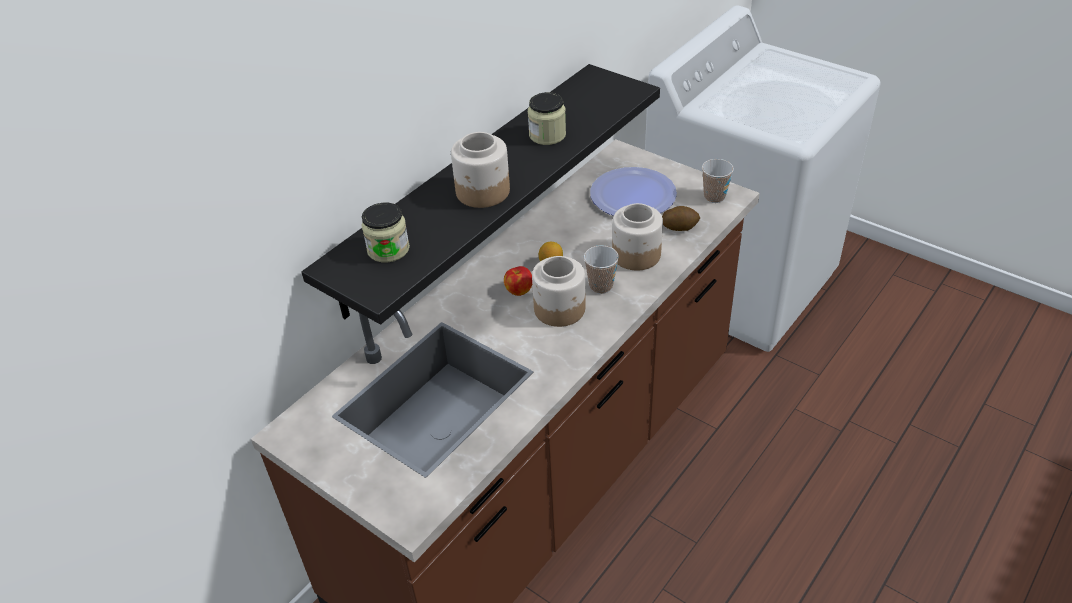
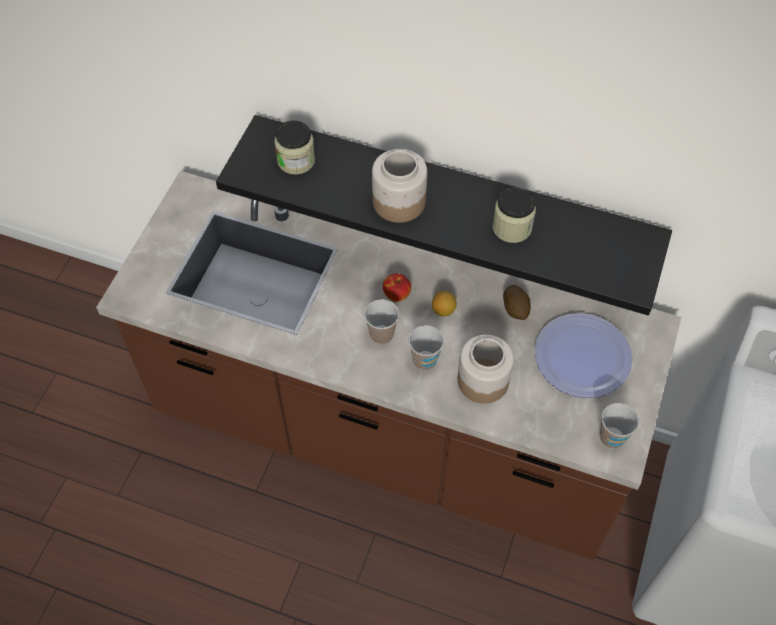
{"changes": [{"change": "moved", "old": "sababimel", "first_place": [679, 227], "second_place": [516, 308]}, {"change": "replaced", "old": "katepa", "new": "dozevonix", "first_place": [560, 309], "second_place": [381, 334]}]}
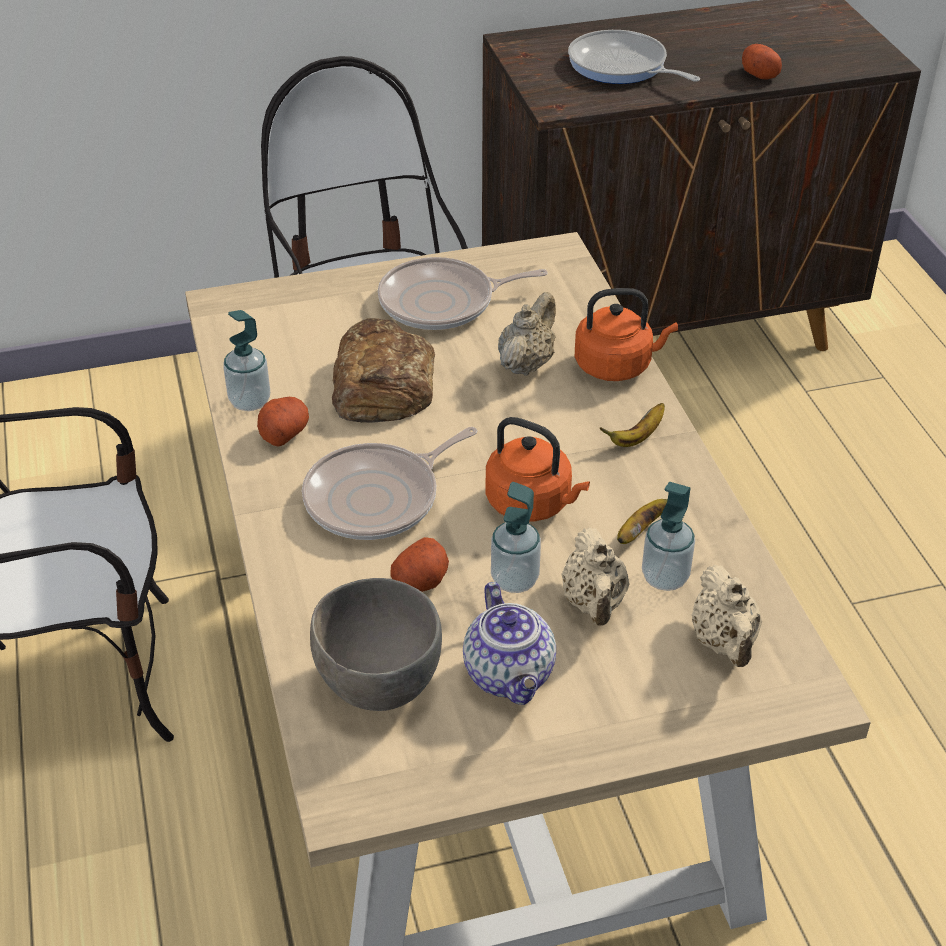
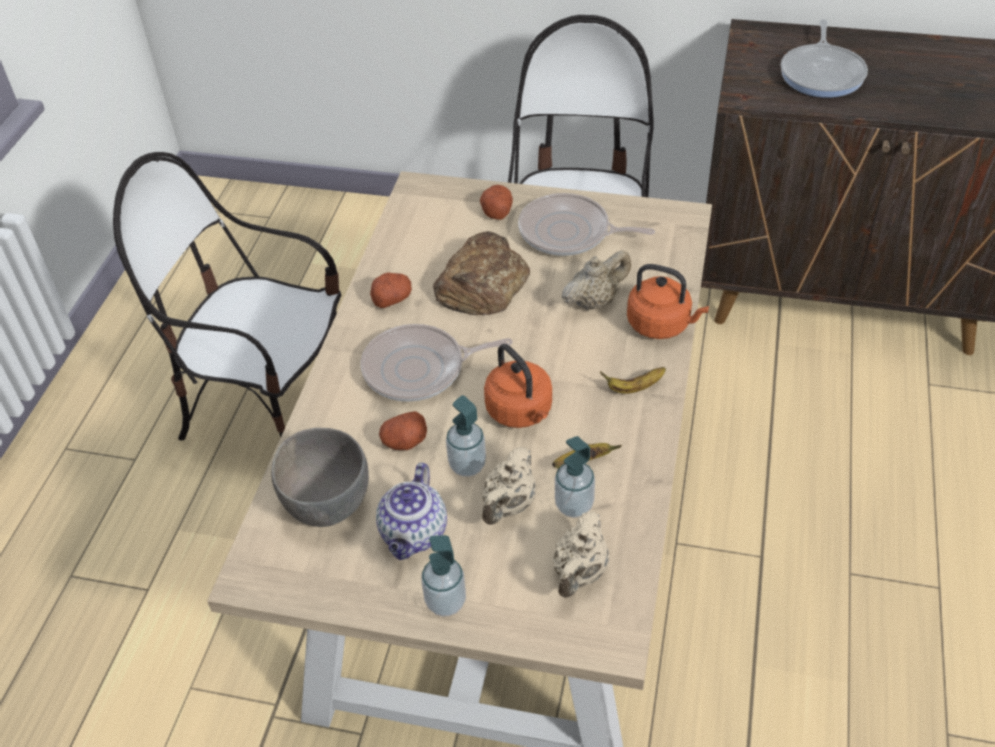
{"changes": [{"change": "moved", "old": "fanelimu", "first_place": [250, 401], "second_place": [446, 602]}, {"change": "moved", "old": "sababimel", "first_place": [758, 73], "second_place": [496, 211]}, {"change": "turned", "old": "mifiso", "first_place": [621, 67], "second_place": [822, 73], "degrees": -150}]}
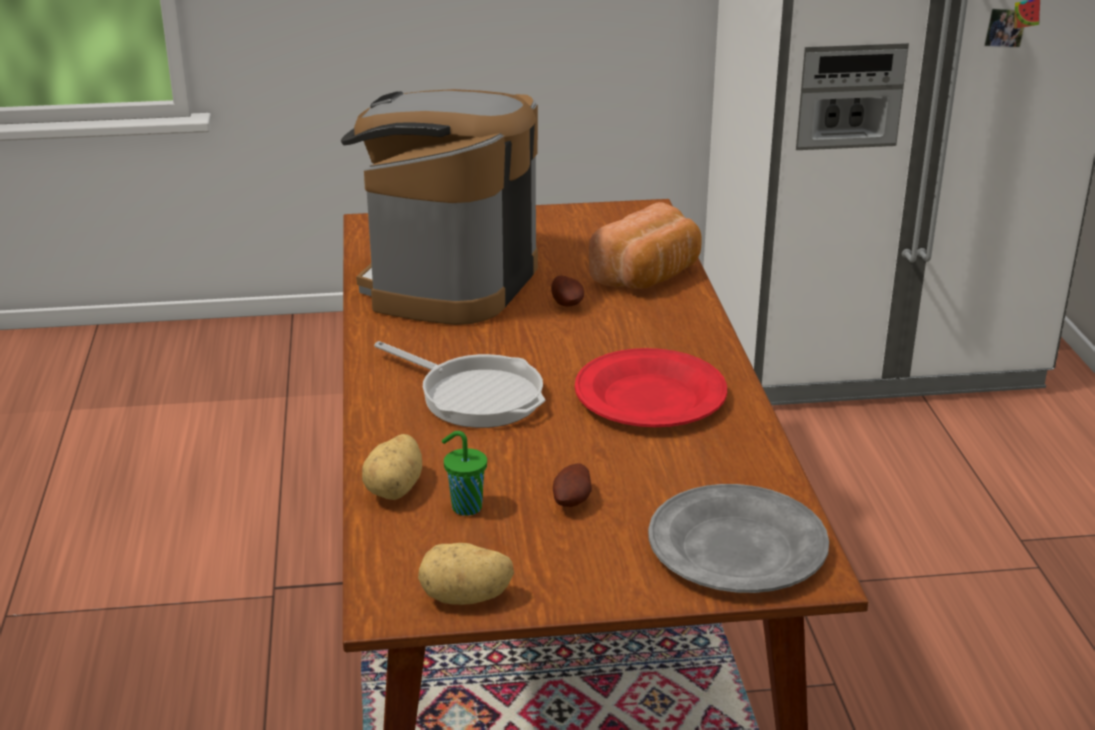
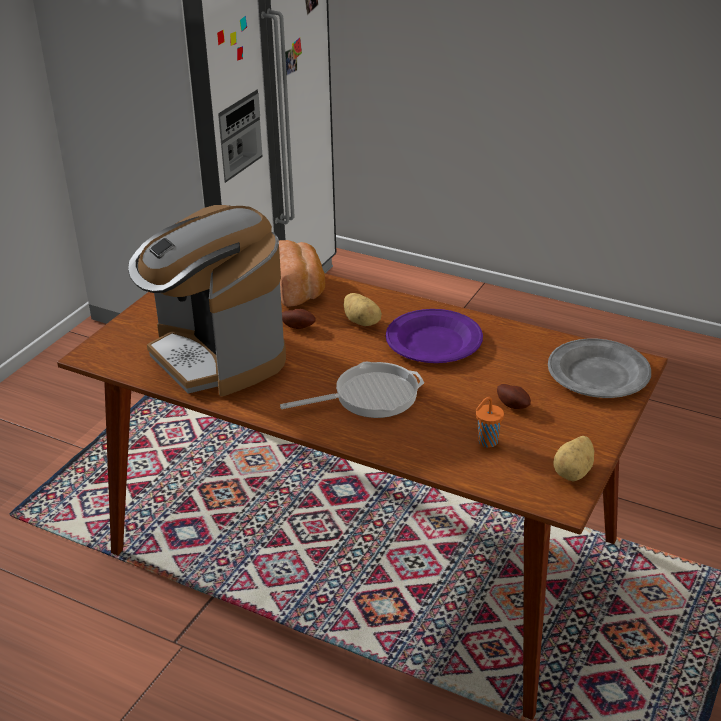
{"changes": [{"change": "moved", "old": "sababimel", "first_place": [396, 489], "second_place": [362, 322]}, {"change": "recoloured", "old": "green dozevonix", "new": "orange dozevonix", "first_place": [465, 507], "second_place": [486, 442]}, {"change": "recoloured", "old": "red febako", "new": "purple febako", "first_place": [650, 396], "second_place": [433, 341]}]}
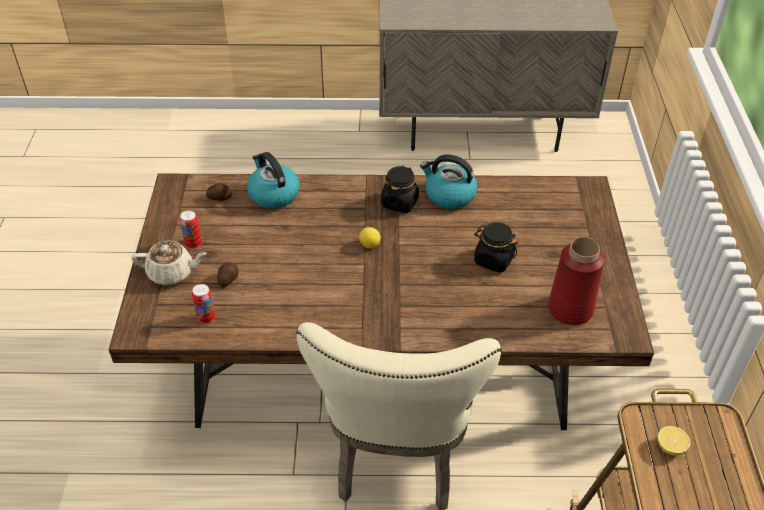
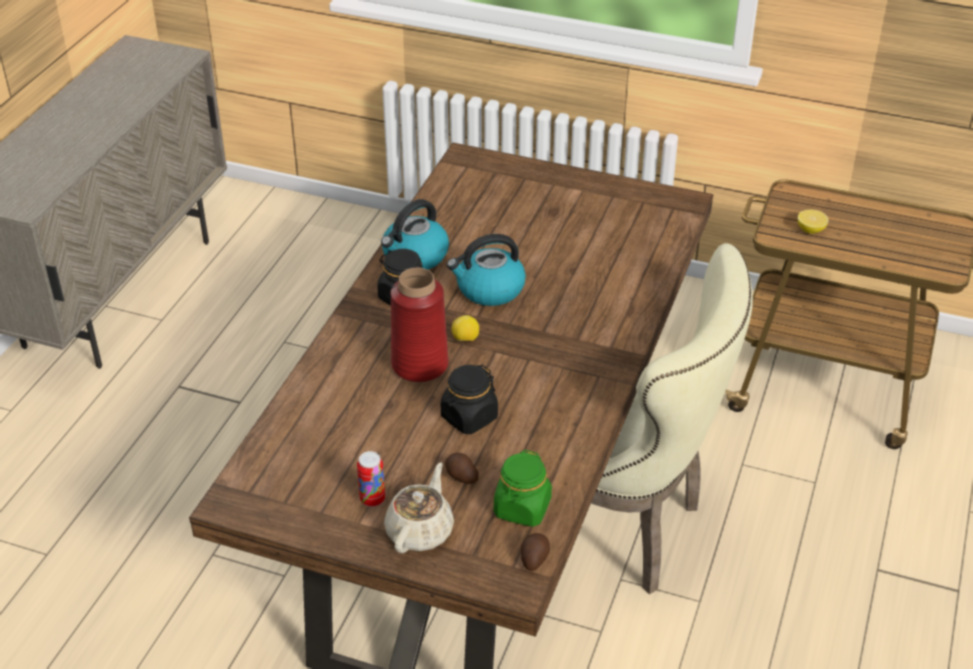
{"changes": [{"change": "moved", "old": "sababimel", "first_place": [219, 197], "second_place": [534, 558]}, {"change": "moved", "old": "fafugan", "first_place": [273, 194], "second_place": [489, 289]}, {"change": "moved", "old": "black katepa", "first_place": [493, 260], "second_place": [469, 417]}, {"change": "moved", "old": "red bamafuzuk", "first_place": [570, 309], "second_place": [420, 365]}, {"change": "replaced", "old": "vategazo", "new": "green katepa", "first_place": [206, 318], "second_place": [522, 508]}]}
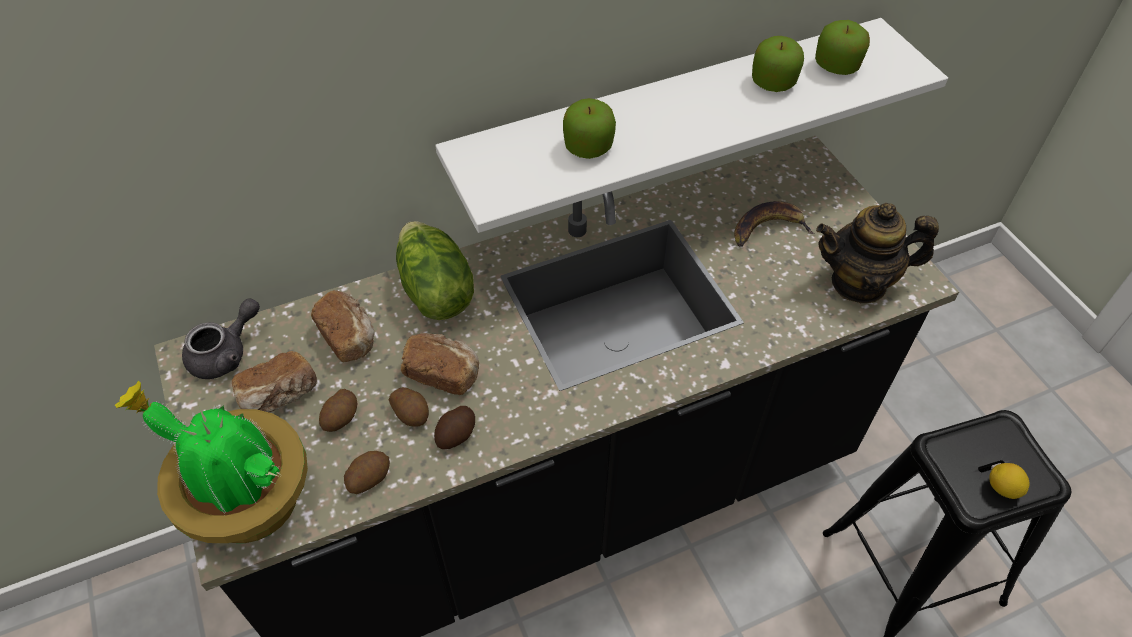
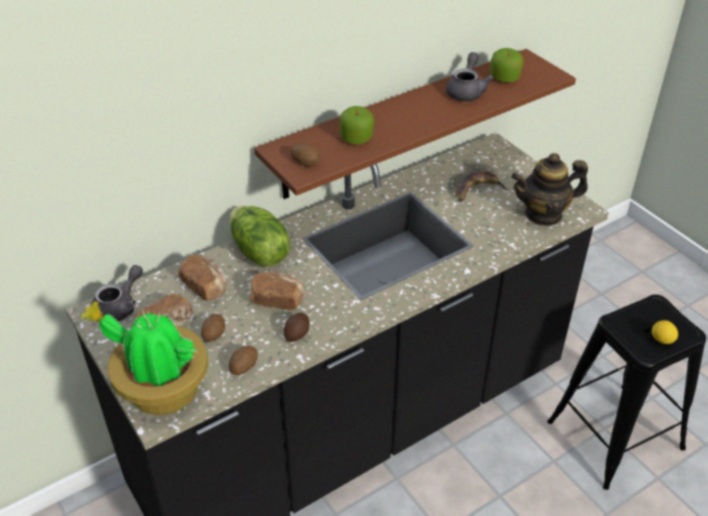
{"changes": [{"change": "moved", "old": "sababimel", "first_place": [412, 413], "second_place": [306, 162]}, {"change": "replaced", "old": "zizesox", "new": "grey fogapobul", "first_place": [773, 82], "second_place": [466, 91]}, {"change": "recoloured", "old": "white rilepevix", "new": "brown rilepevix", "first_place": [668, 117], "second_place": [399, 123]}]}
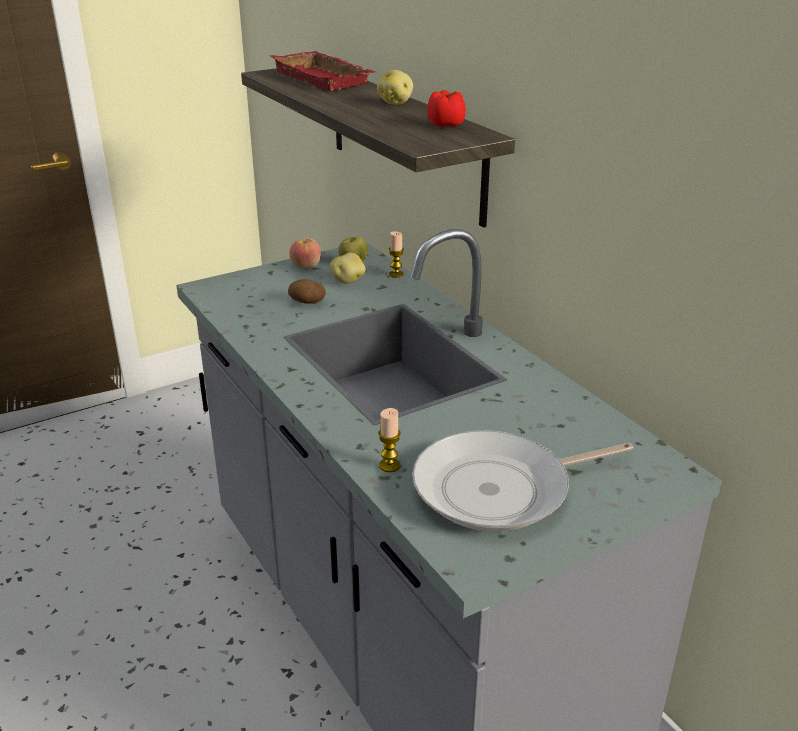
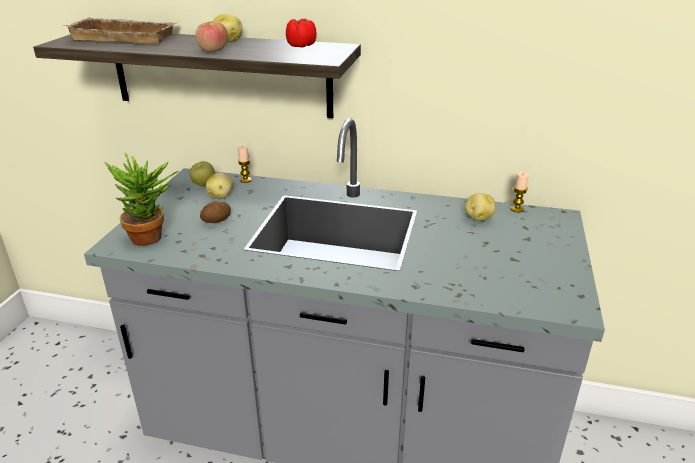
{"changes": [{"change": "removed", "old": "mifiso", "first_place": [500, 489]}, {"change": "added", "new": "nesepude", "second_place": [153, 238]}, {"change": "added", "new": "sababimel", "second_place": [478, 218]}, {"change": "moved", "old": "zizesox", "first_place": [306, 266], "second_place": [212, 50]}, {"change": "moved", "old": "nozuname", "first_place": [389, 465], "second_place": [517, 209]}, {"change": "recoloured", "old": "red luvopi", "new": "beige luvopi", "first_place": [326, 79], "second_place": [127, 37]}]}
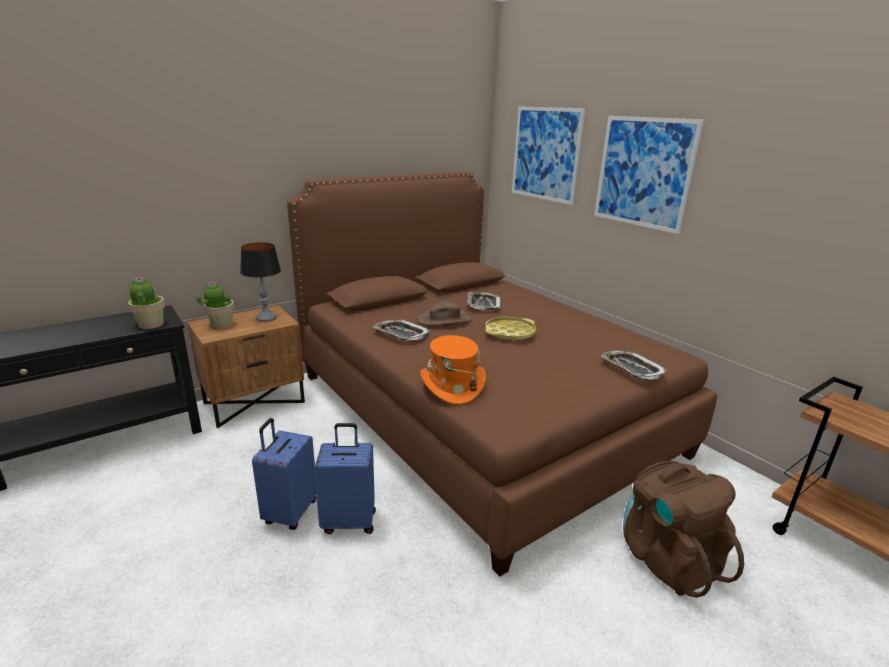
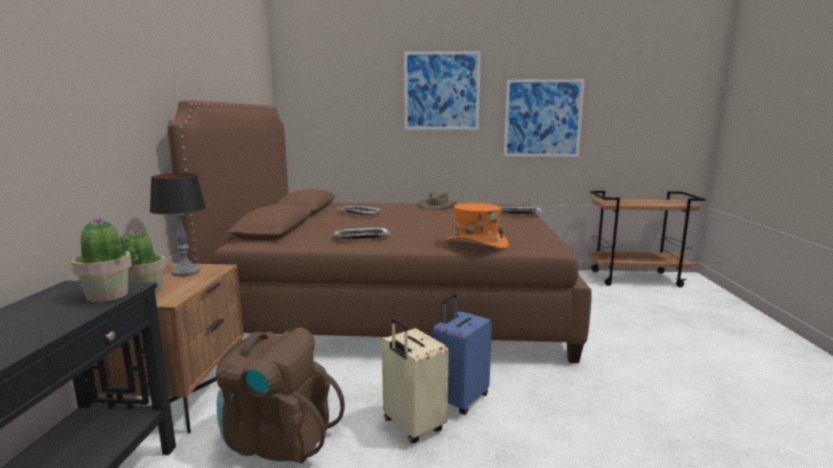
{"changes": [{"change": "removed", "old": "yellow luvopi", "first_place": [509, 333]}, {"change": "moved", "old": "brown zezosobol", "first_place": [445, 319], "second_place": [437, 206]}, {"change": "moved", "old": "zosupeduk", "first_place": [545, 154], "second_place": [543, 118]}, {"change": "moved", "old": "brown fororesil", "first_place": [667, 558], "second_place": [277, 439]}, {"change": "recoloured", "old": "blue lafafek", "new": "beige lafafek", "first_place": [289, 512], "second_place": [412, 426]}]}
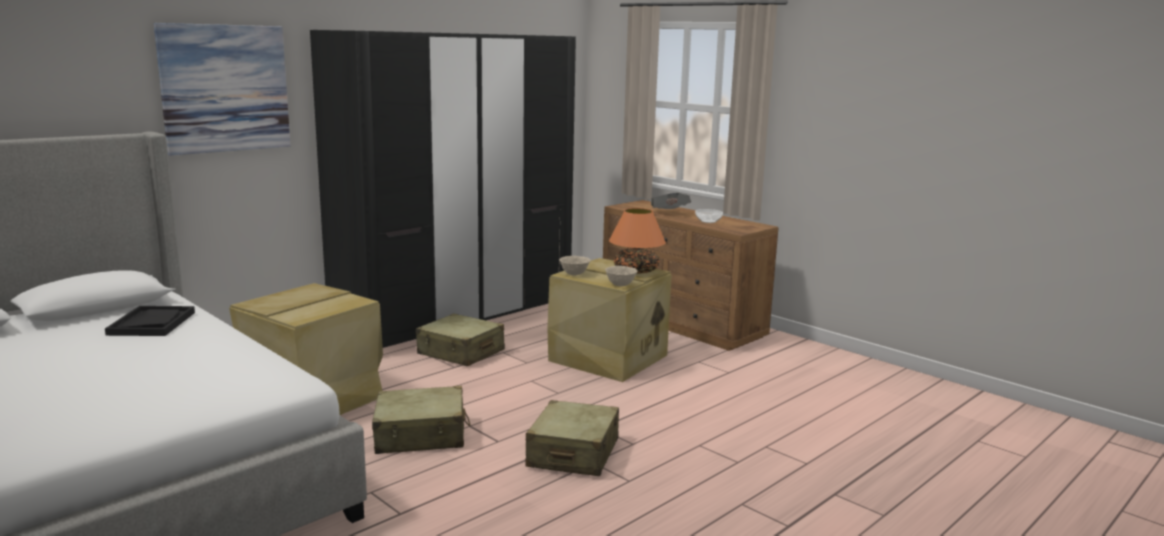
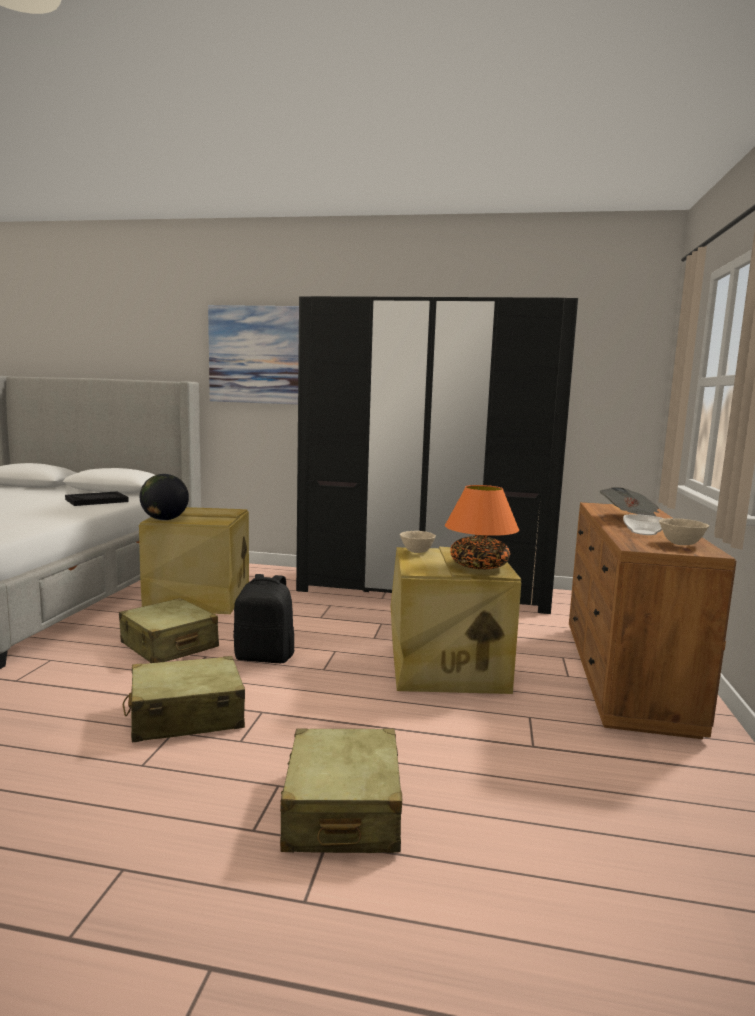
{"changes": [{"change": "added", "new": "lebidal", "second_place": [165, 519]}, {"change": "added", "new": "black fororesil", "second_place": [265, 657]}, {"change": "moved", "old": "beige lafafek", "first_place": [461, 352], "second_place": [342, 810]}, {"change": "moved", "old": "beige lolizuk", "first_place": [620, 285], "second_place": [681, 544]}]}
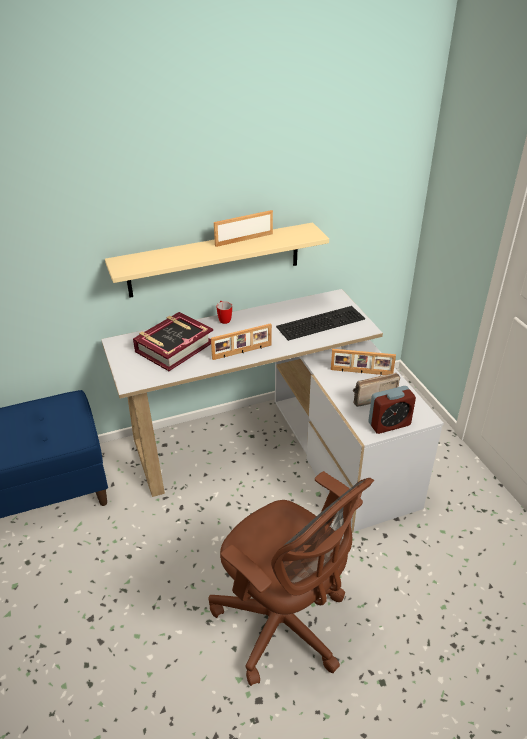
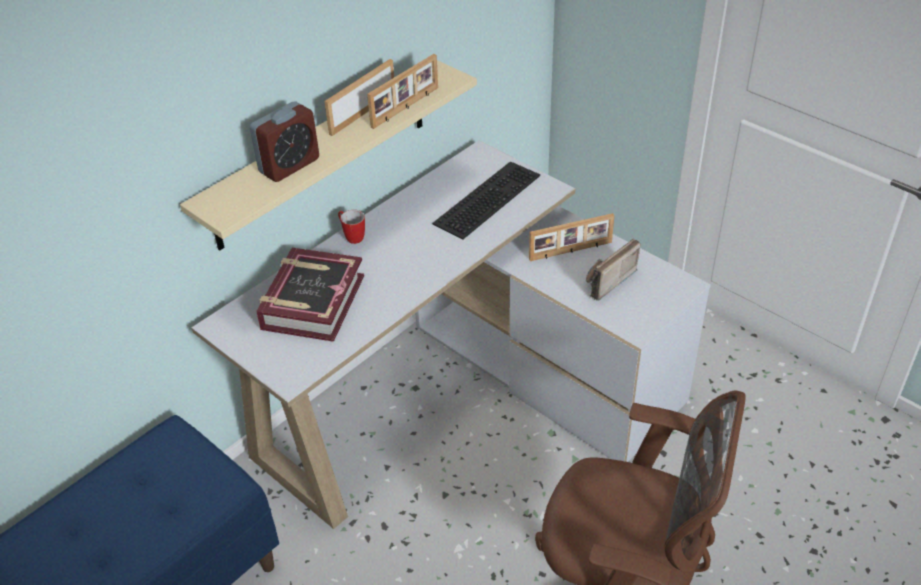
{"changes": [{"change": "moved", "old": "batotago", "first_place": [242, 352], "second_place": [406, 107]}, {"change": "moved", "old": "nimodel", "first_place": [389, 424], "second_place": [289, 166]}]}
